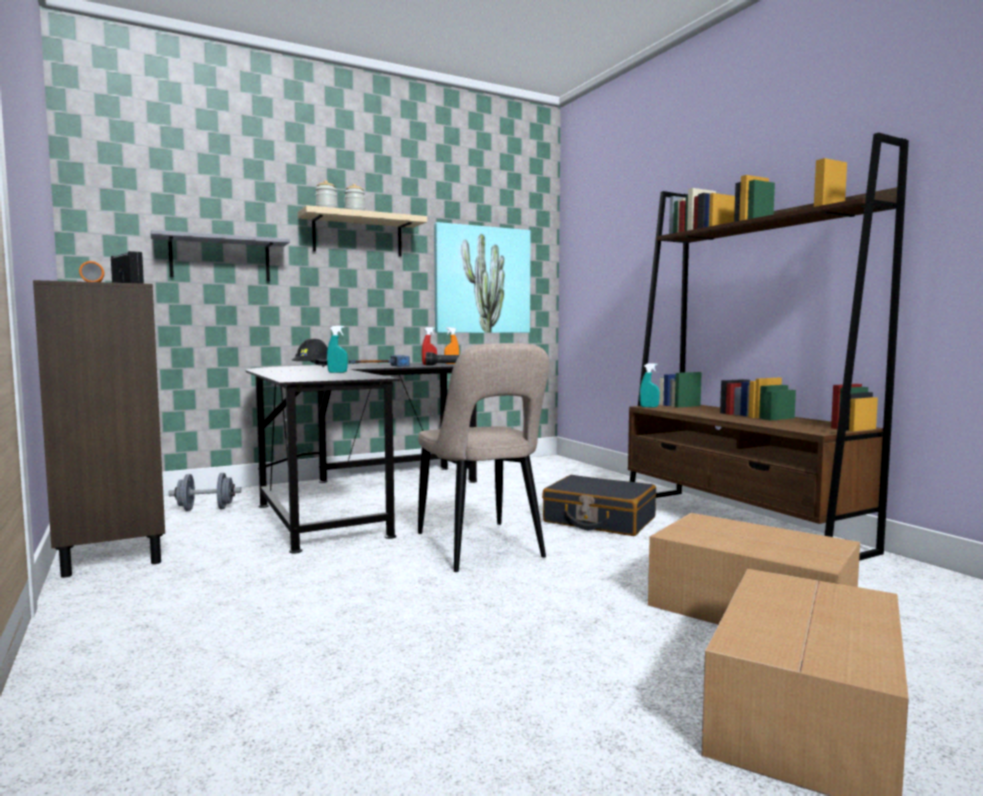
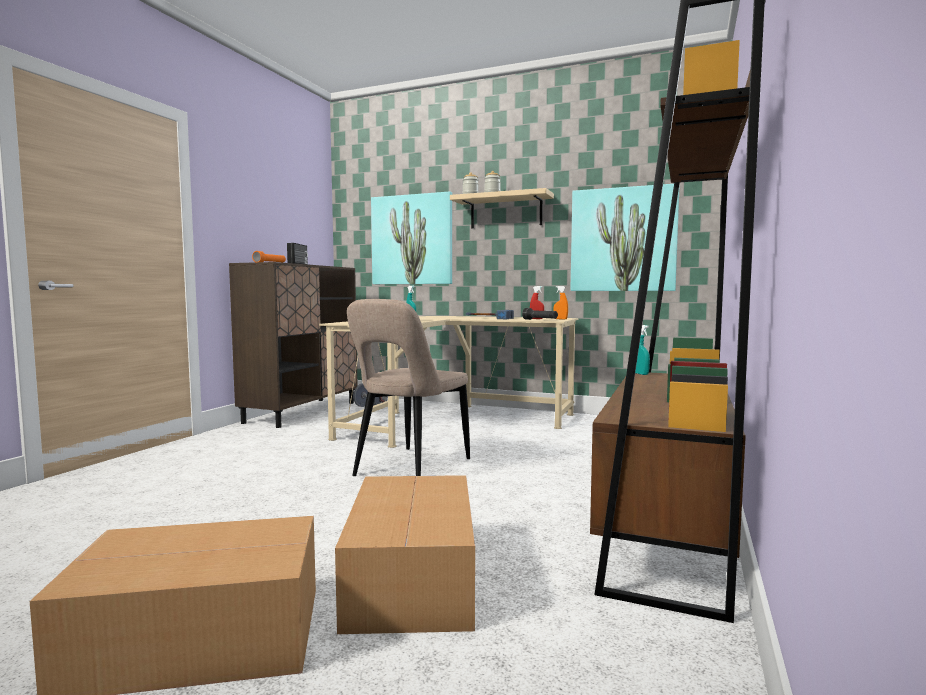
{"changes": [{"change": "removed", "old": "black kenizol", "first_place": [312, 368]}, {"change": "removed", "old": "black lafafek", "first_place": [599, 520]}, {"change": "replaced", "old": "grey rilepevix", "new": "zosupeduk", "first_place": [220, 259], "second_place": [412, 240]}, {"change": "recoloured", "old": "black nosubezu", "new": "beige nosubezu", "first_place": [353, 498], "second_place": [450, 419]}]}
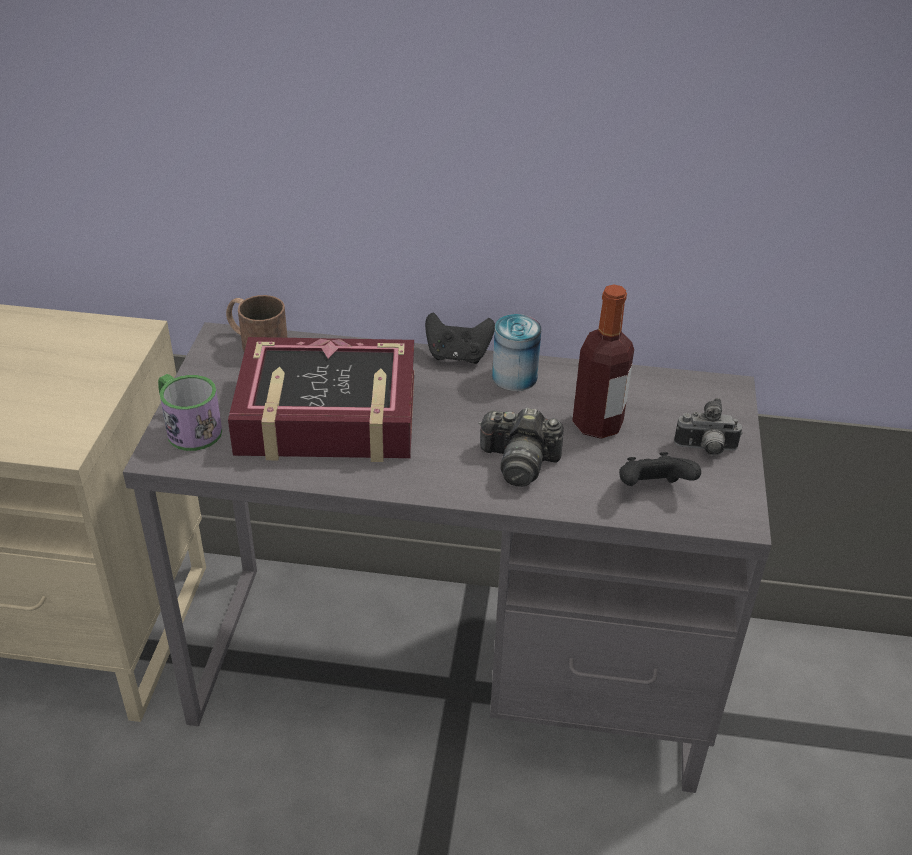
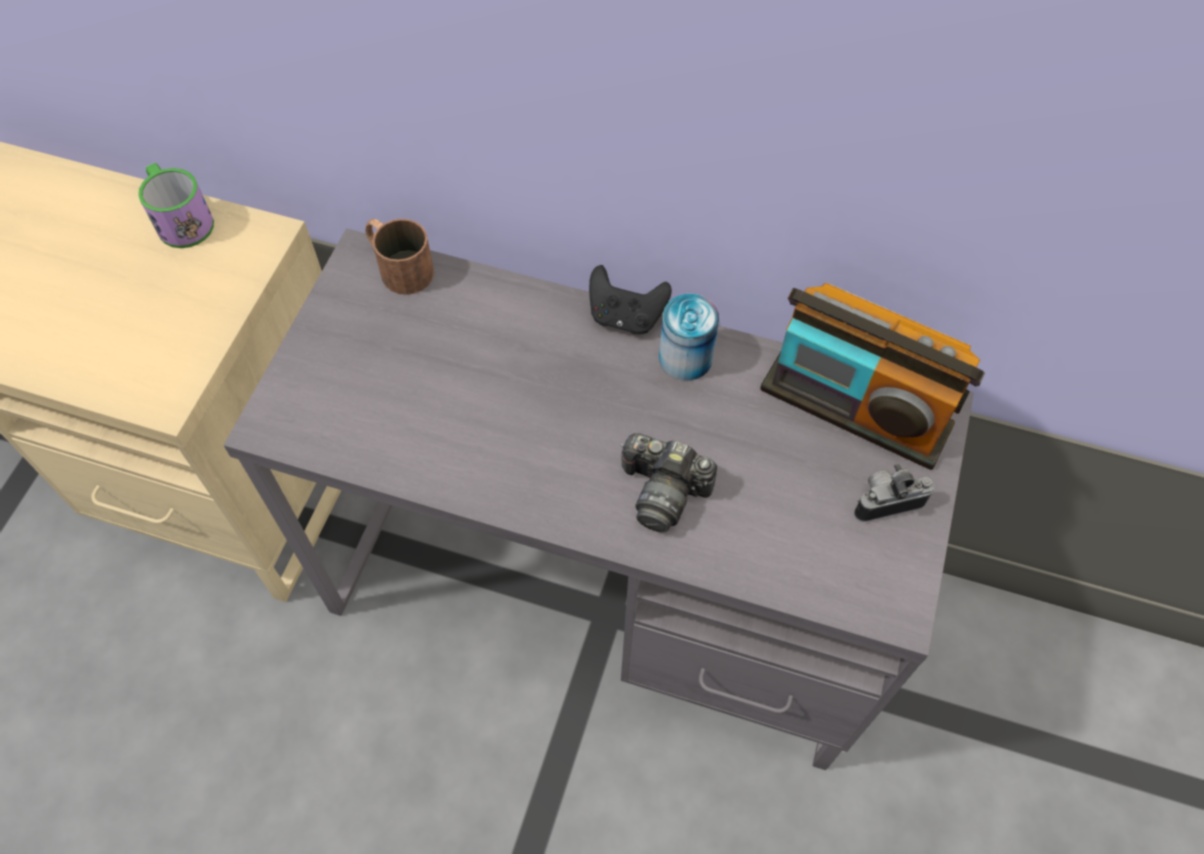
{"changes": [{"change": "removed", "old": "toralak", "first_place": [327, 415]}, {"change": "removed", "old": "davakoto", "first_place": [597, 424]}, {"change": "removed", "old": "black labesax", "first_place": [652, 490]}, {"change": "added", "new": "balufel", "second_place": [855, 408]}, {"change": "moved", "old": "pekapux", "first_place": [188, 428], "second_place": [181, 219]}, {"change": "turned", "old": "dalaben", "first_place": [705, 449], "second_place": [886, 501], "degrees": 150}]}
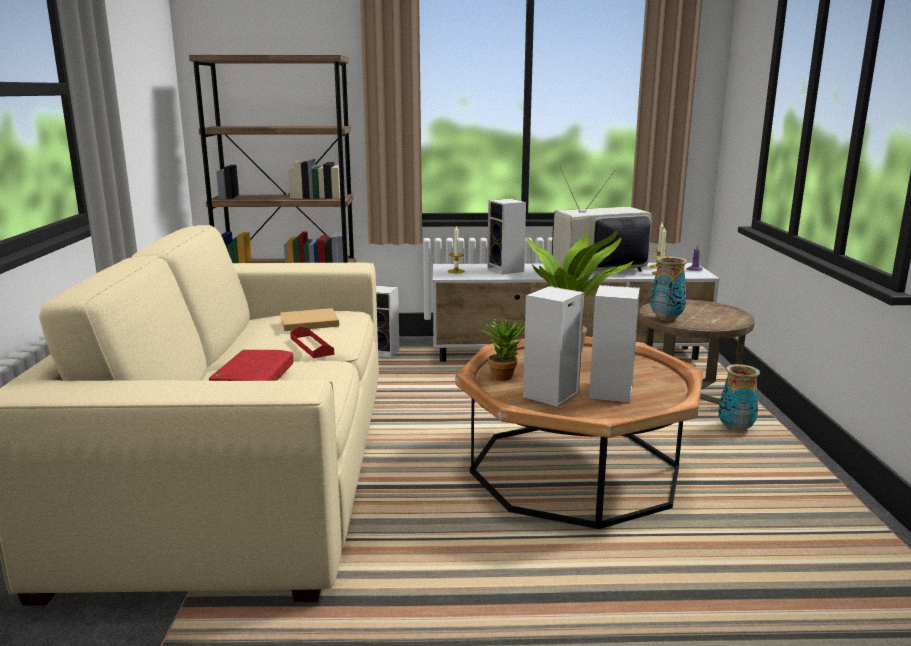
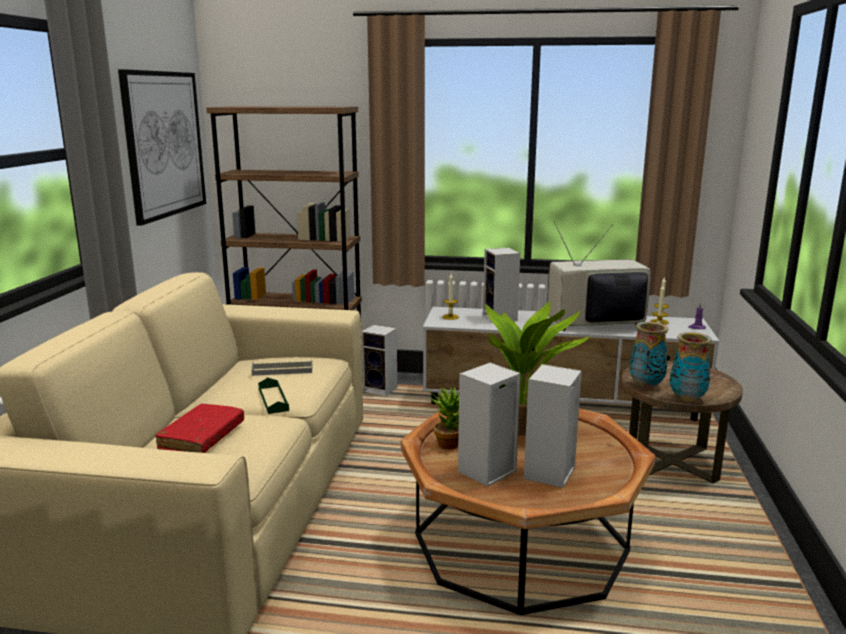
{"changes": [{"change": "added", "new": "zosupeduk", "second_place": [164, 144]}, {"change": "moved", "old": "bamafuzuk", "first_place": [735, 429], "second_place": [687, 398]}, {"change": "replaced", "old": "beige toralak", "new": "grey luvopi", "first_place": [307, 322], "second_place": [282, 370]}, {"change": "recoloured", "old": "red luvopi", "new": "green luvopi", "first_place": [311, 346], "second_place": [273, 399]}]}
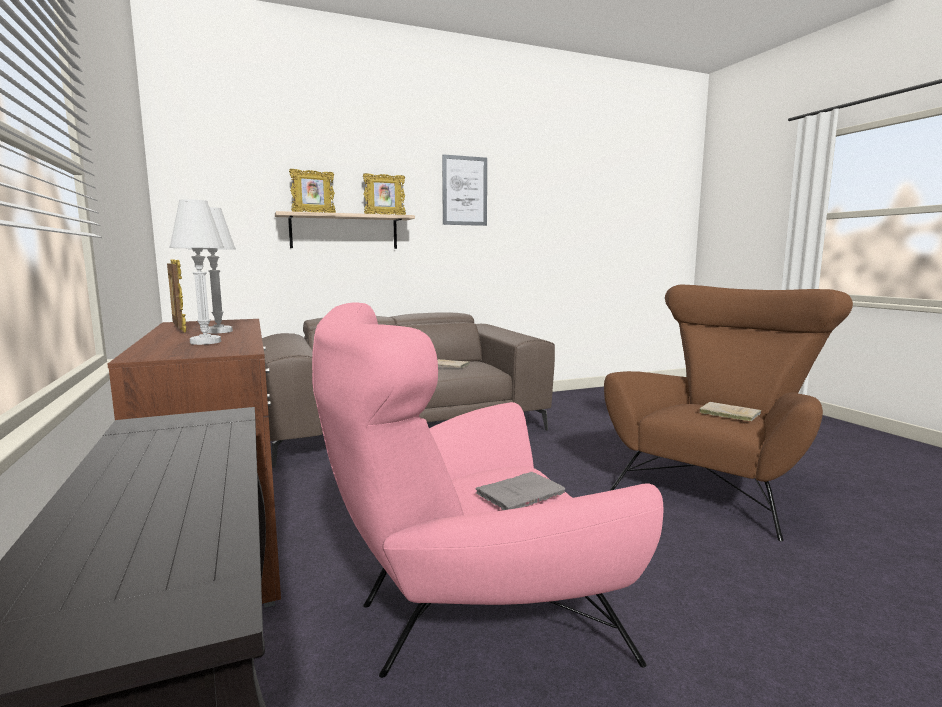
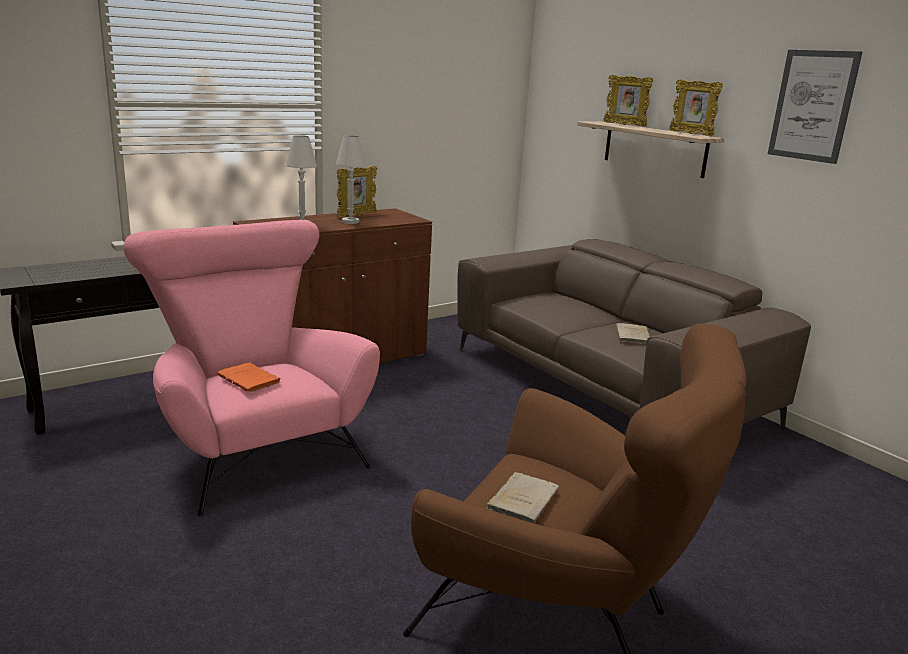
{"changes": [{"change": "recoloured", "old": "grey toralak", "new": "orange toralak", "first_place": [522, 494], "second_place": [250, 380]}]}
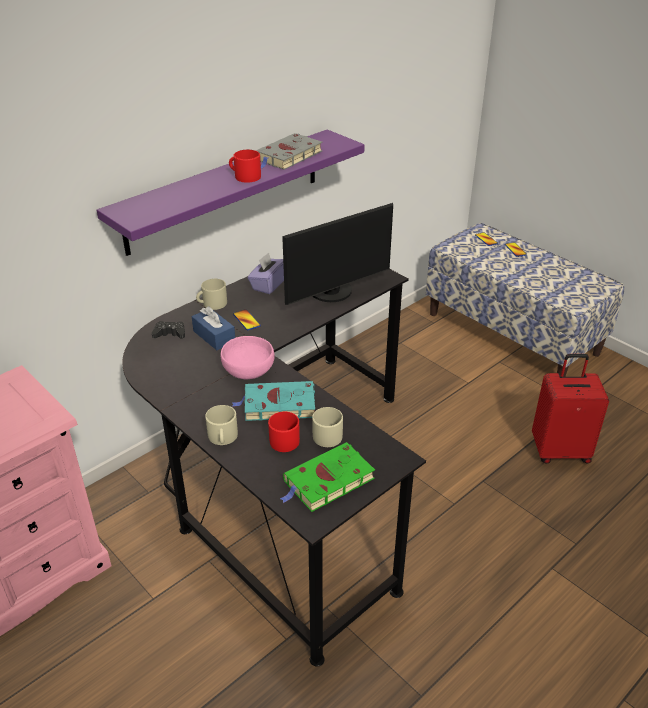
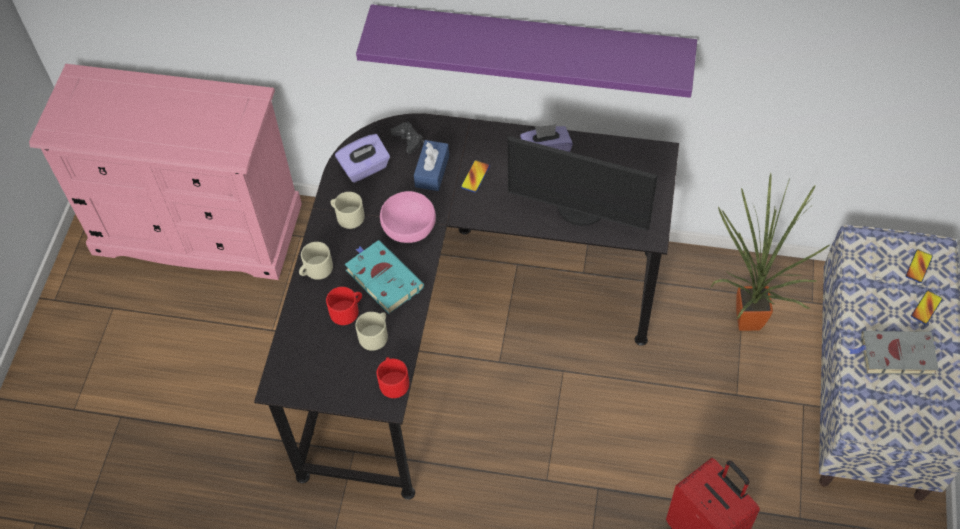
{"changes": [{"change": "removed", "old": "green toralak", "first_place": [327, 481]}, {"change": "added", "new": "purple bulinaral", "second_place": [365, 168]}, {"change": "added", "new": "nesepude", "second_place": [742, 321]}, {"change": "moved", "old": "beige pekapux", "first_place": [212, 304], "second_place": [347, 216]}, {"change": "moved", "old": "red pekapux", "first_place": [244, 176], "second_place": [393, 381]}, {"change": "moved", "old": "grey toralak", "first_place": [288, 156], "second_place": [894, 355]}]}
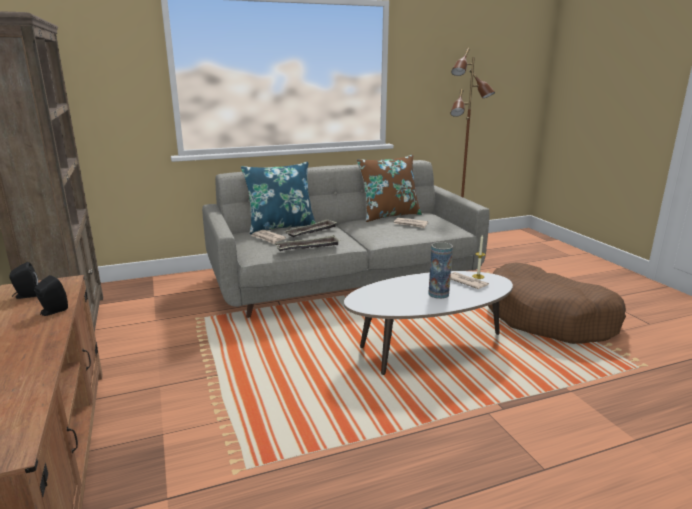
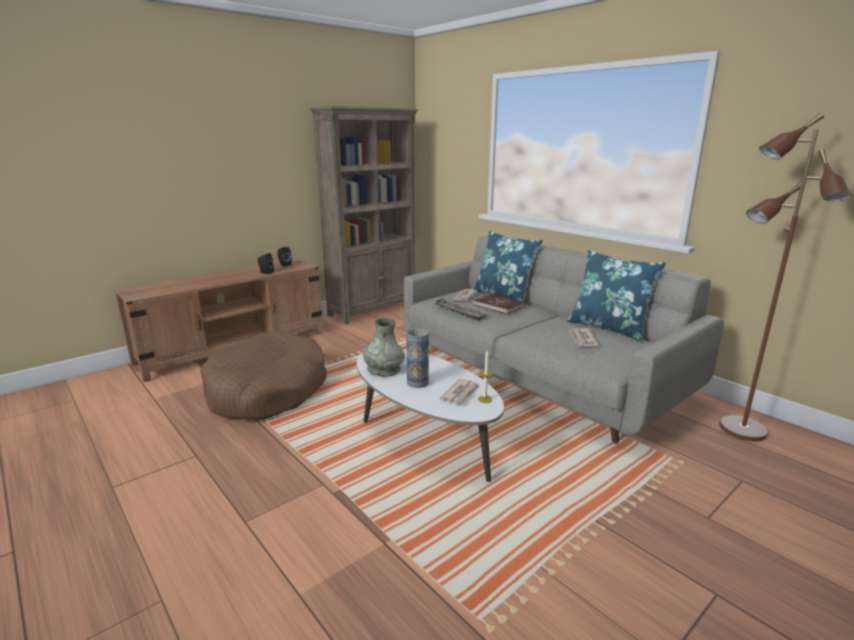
{"changes": [{"change": "added", "new": "grey bamafuzuk", "second_place": [384, 369]}, {"change": "moved", "old": "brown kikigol", "first_place": [549, 318], "second_place": [267, 391]}, {"change": "replaced", "old": "luvopi", "new": "red toralak", "first_place": [311, 231], "second_place": [498, 306]}, {"change": "recoloured", "old": "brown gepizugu", "new": "blue gepizugu", "first_place": [389, 215], "second_place": [609, 328]}]}
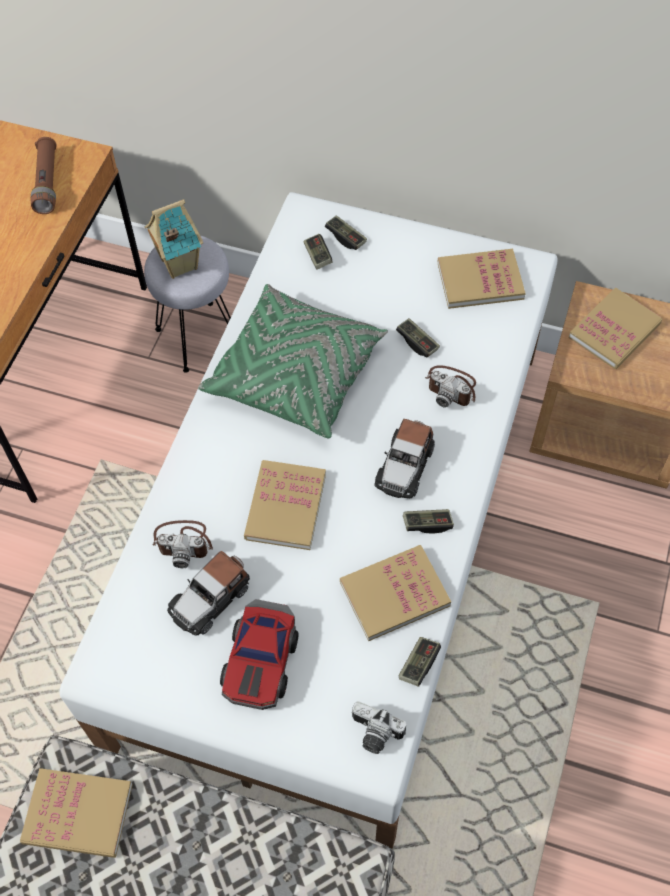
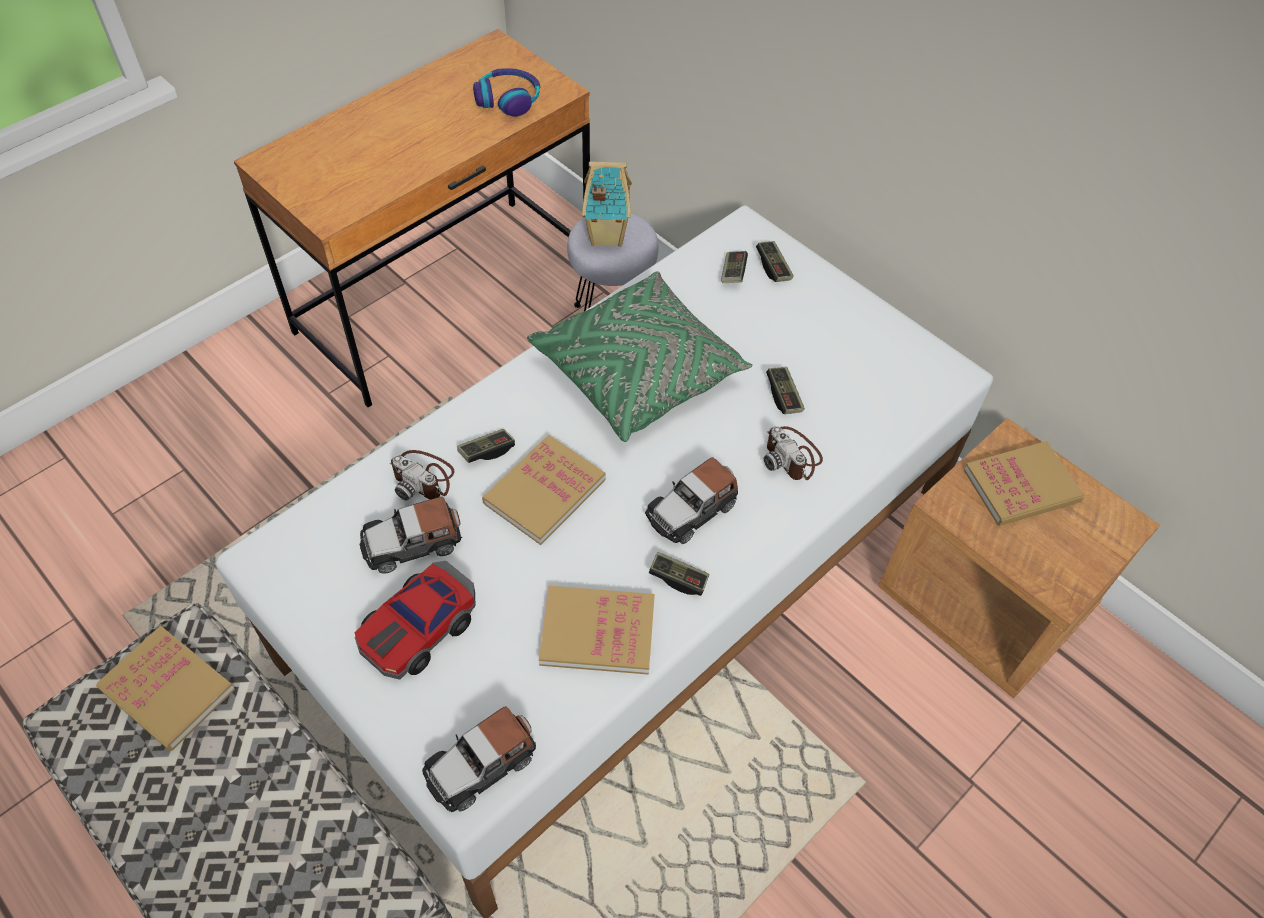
{"changes": [{"change": "removed", "old": "toralak", "first_place": [480, 281]}, {"change": "moved", "old": "labesax", "first_place": [419, 664], "second_place": [487, 451]}, {"change": "replaced", "old": "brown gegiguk", "new": "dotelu", "first_place": [47, 183], "second_place": [508, 99]}, {"change": "replaced", "old": "dalaben", "new": "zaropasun", "first_place": [374, 734], "second_place": [481, 764]}]}
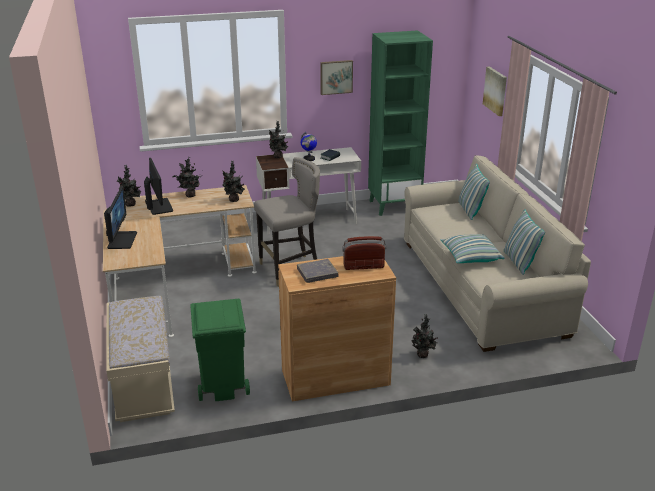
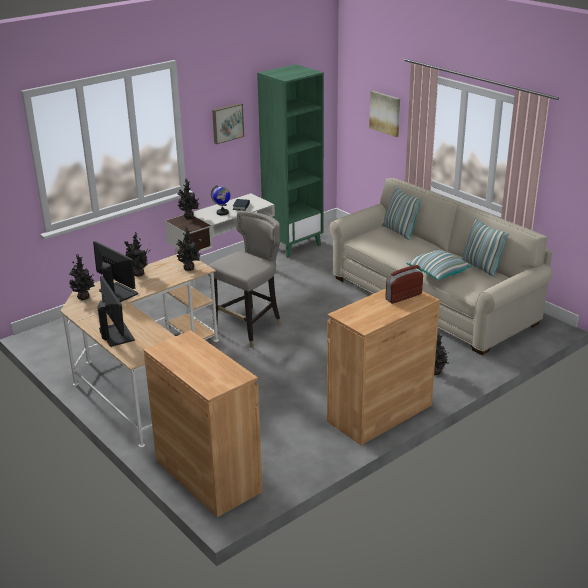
{"changes": [{"change": "removed", "old": "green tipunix", "first_place": [222, 385]}, {"change": "removed", "old": "grey toralak", "first_place": [317, 273]}, {"change": "replaced", "old": "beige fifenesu", "new": "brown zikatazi", "first_place": [143, 385], "second_place": [208, 476]}]}
